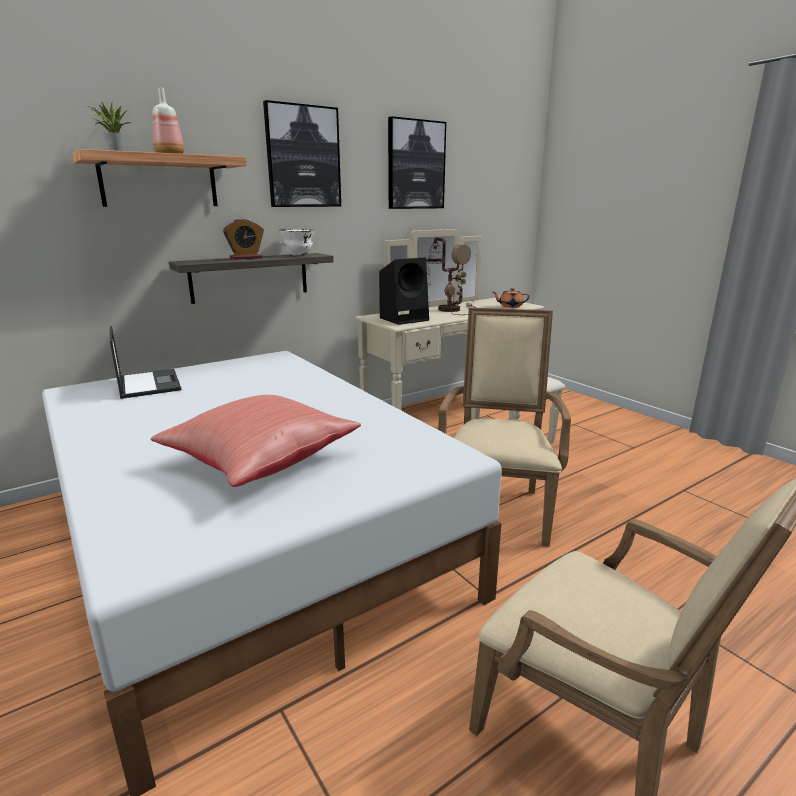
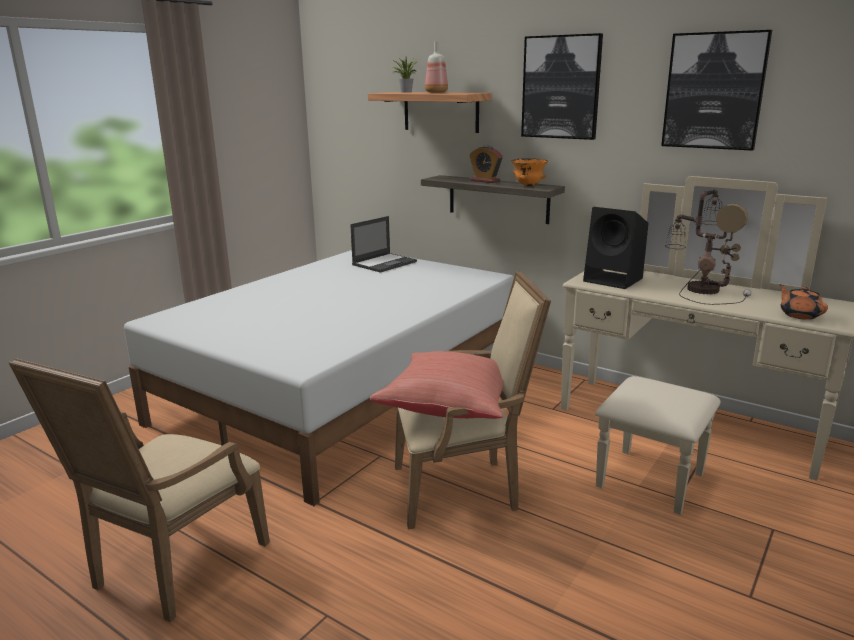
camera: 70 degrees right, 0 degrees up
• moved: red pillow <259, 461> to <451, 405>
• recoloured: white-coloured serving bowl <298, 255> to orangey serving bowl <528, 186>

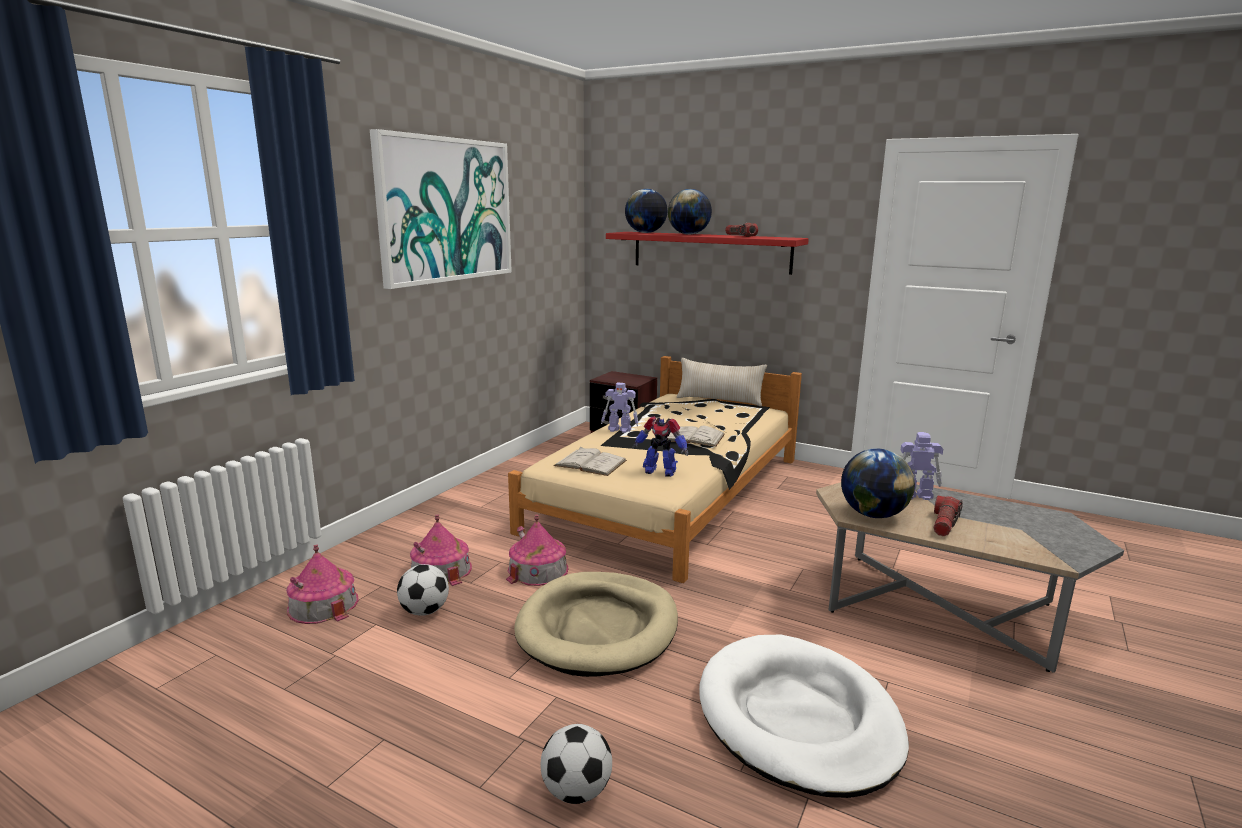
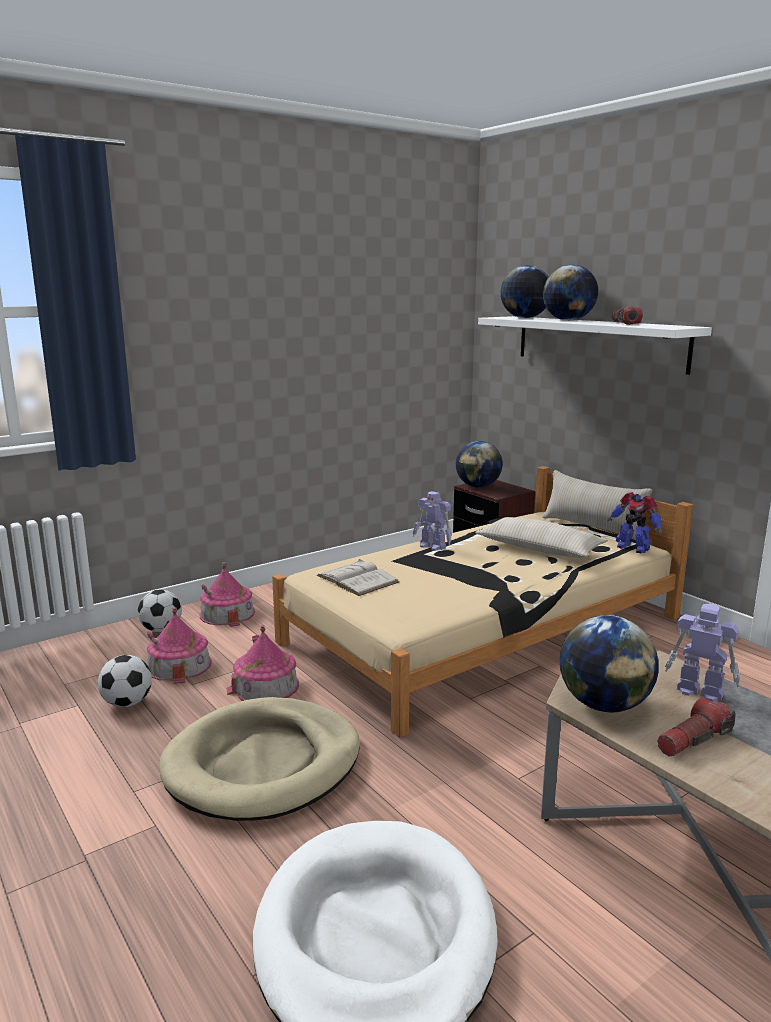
camera: 25 degrees right, 0 degrees up
• moved: football <576, 791> to <161, 629>
• moved: toy house <323, 604> to <227, 613>
• added: globe <478, 486>
• added: beige-coloured pillow <539, 549>
• recoloured: red bracket shelf <710, 252> to white-coloured bracket shelf <598, 342>
• moved: toy robot <660, 471> to <633, 548>
• removed: wall art <446, 210>
• removed: white-coloured volume <694, 437>

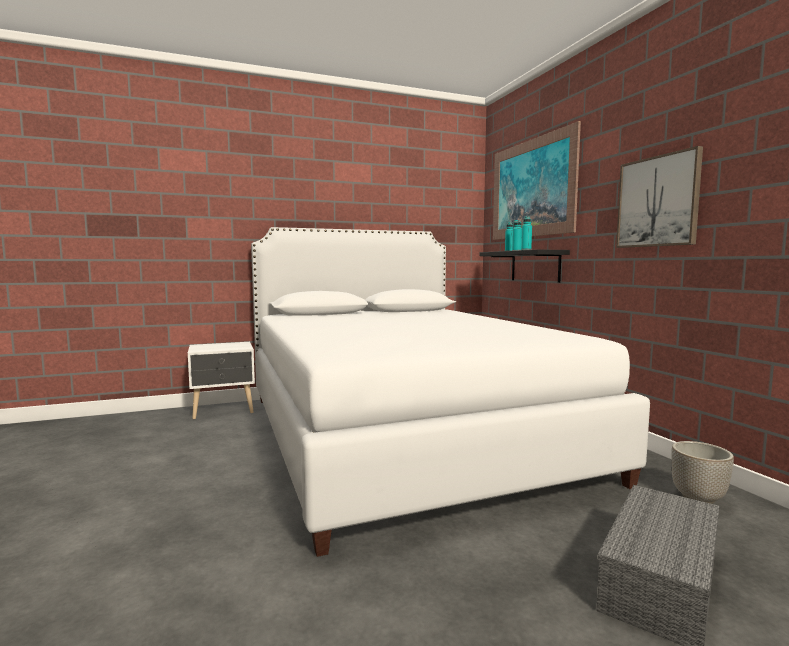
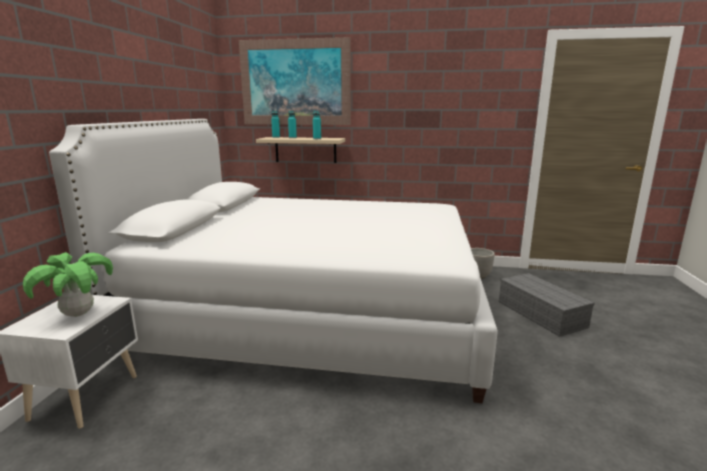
camera: 60 degrees left, 10 degrees up
• added: potted plant <77, 314>
• recoloured: black-coloured bracket shelf <535, 266> to beige-coloured bracket shelf <305, 150>
• removed: wall art <658, 201>

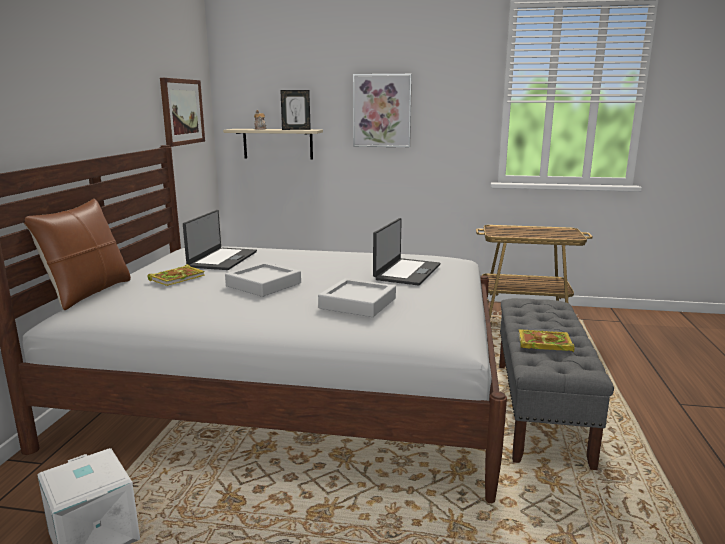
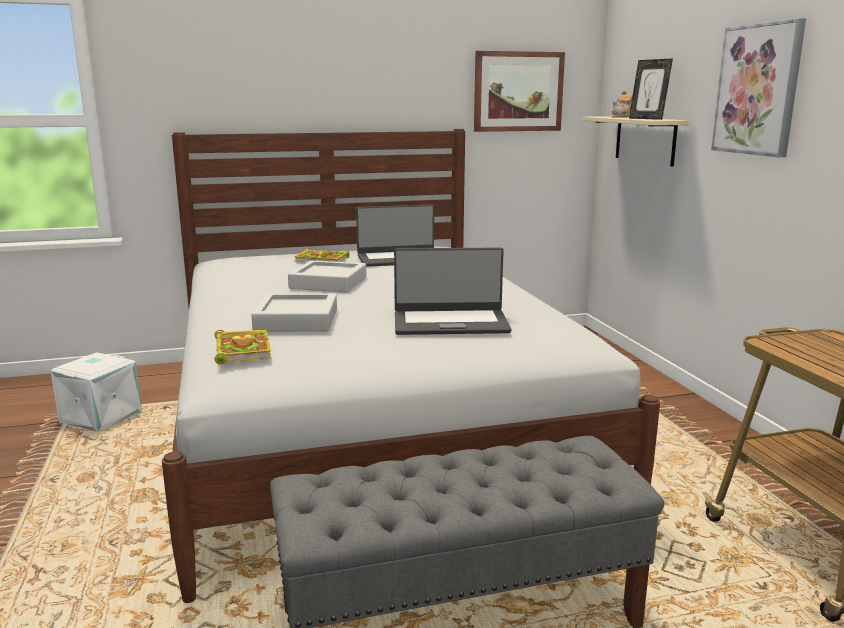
camera: 65 degrees right, 0 degrees up
• moved: volume <543, 343> to <242, 349>
• removed: brown pillow <87, 293>

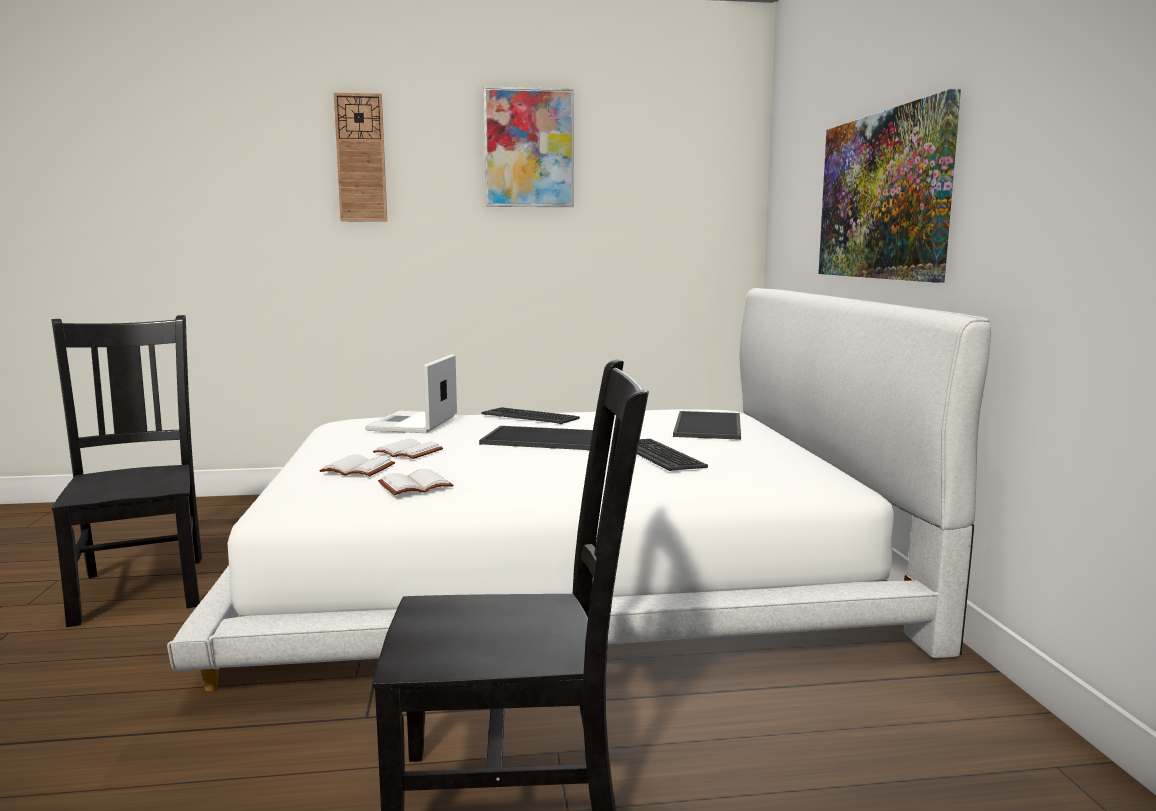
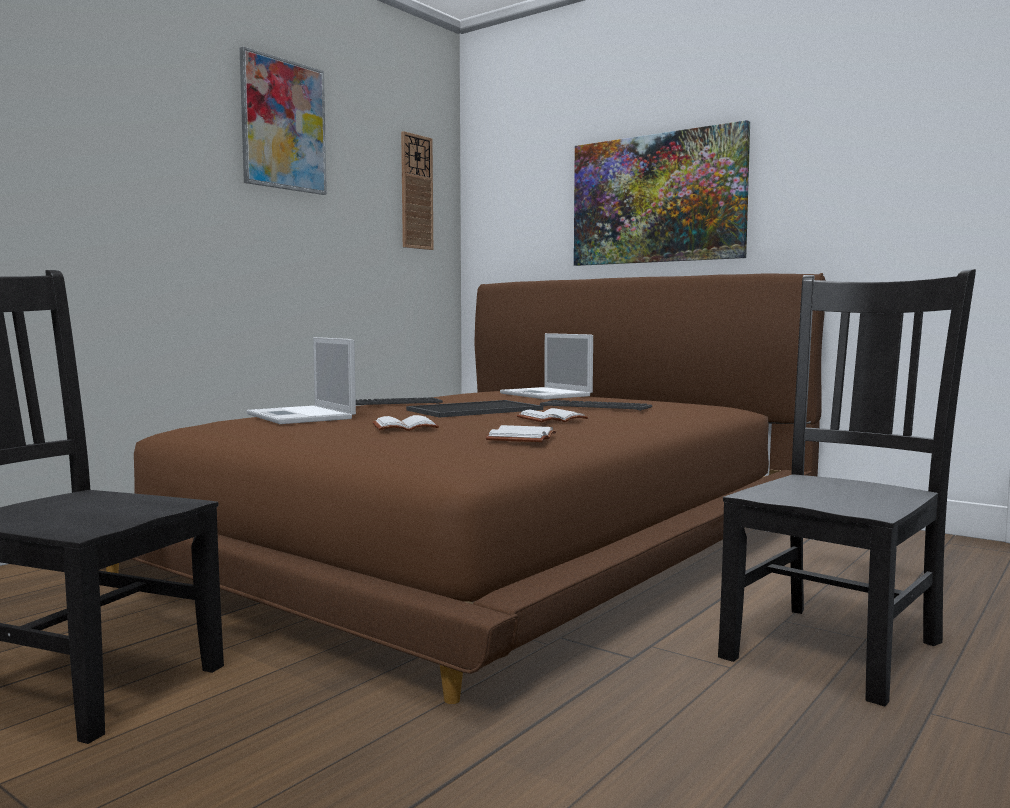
camera: 45 degrees left, 5 degrees down
• recoloured: white-coloured bed <566, 567> to brown bed <493, 540>
• moved: clock on the wall <361, 158> to <416, 192>
• replaced: serving tray <709, 426> to notebook computer <547, 394>
• moved: white-coloured volume <356, 469> to <552, 419>

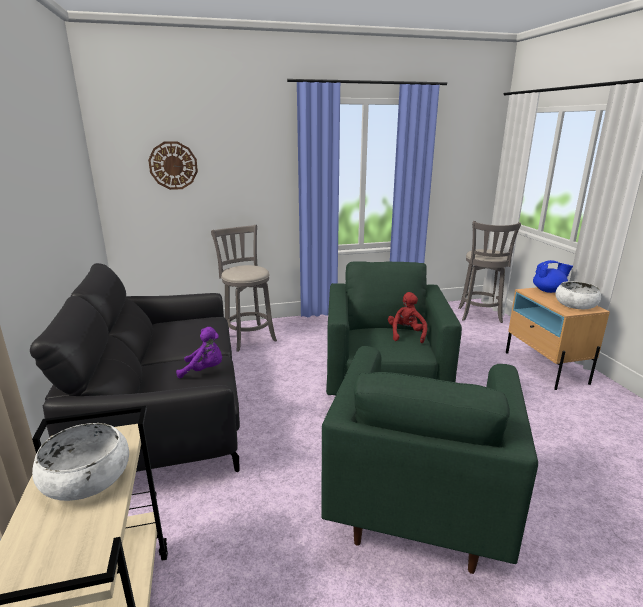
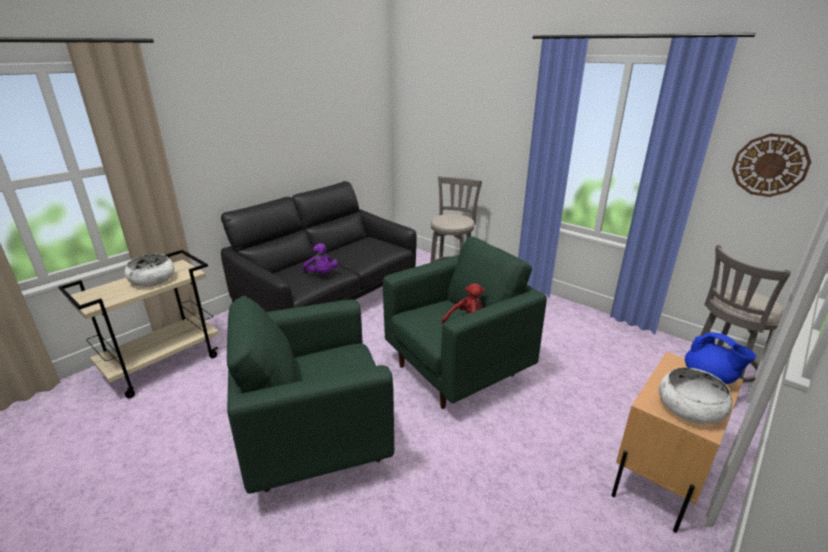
camera: 55 degrees right, 5 degrees up
• moved: clock on the wall <173, 165> to <770, 165>

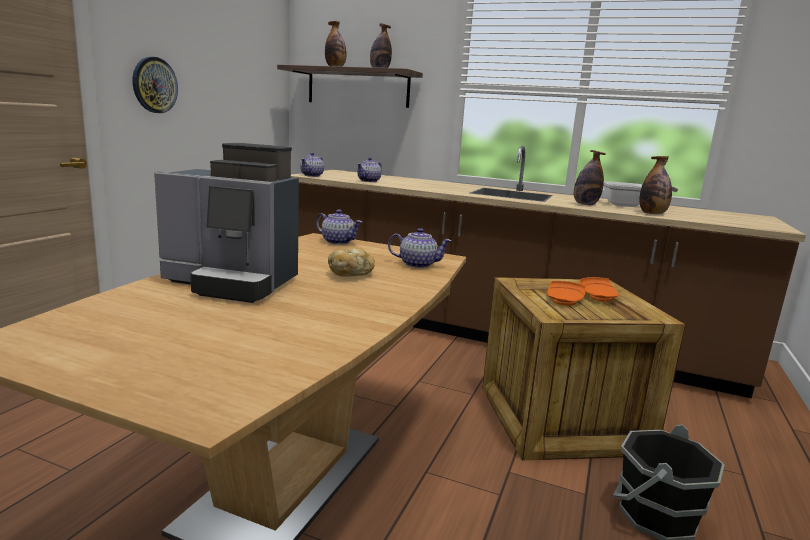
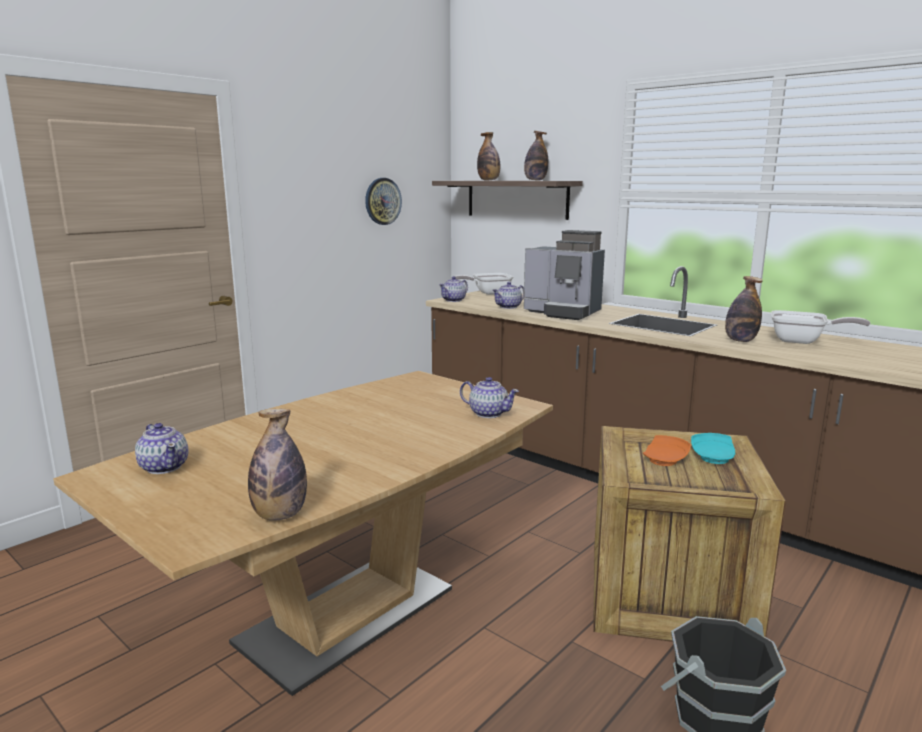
camera: 20 degrees right, 0 degrees up
• moved: pot for tea <338, 242> to <164, 467>
• moved: beverage bottle <652, 214> to <280, 515>
• moved: clock on the wall <154, 85> to <382, 201>
• added: pan <488, 293>
• moved: coffee maker <233, 283> to <563, 313>
• recoloured: orangey plate <599, 297> to blue-green plate <713, 457>
• removed: baked bread <351, 274>

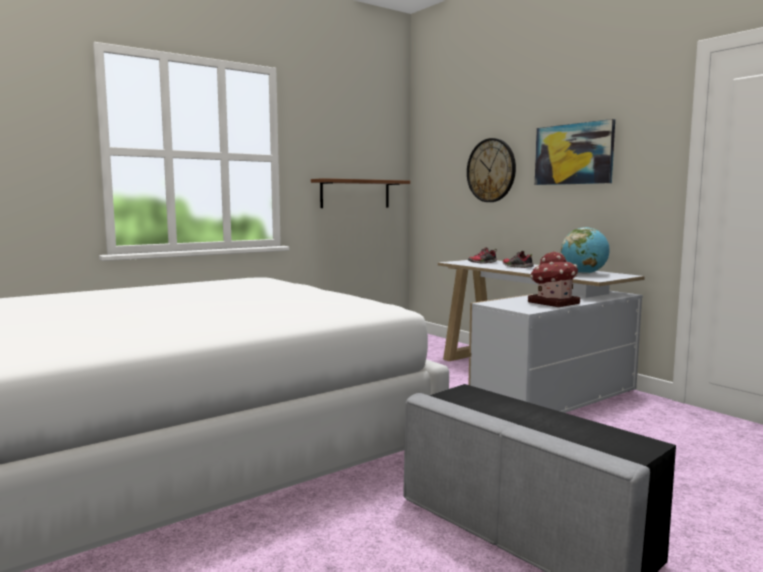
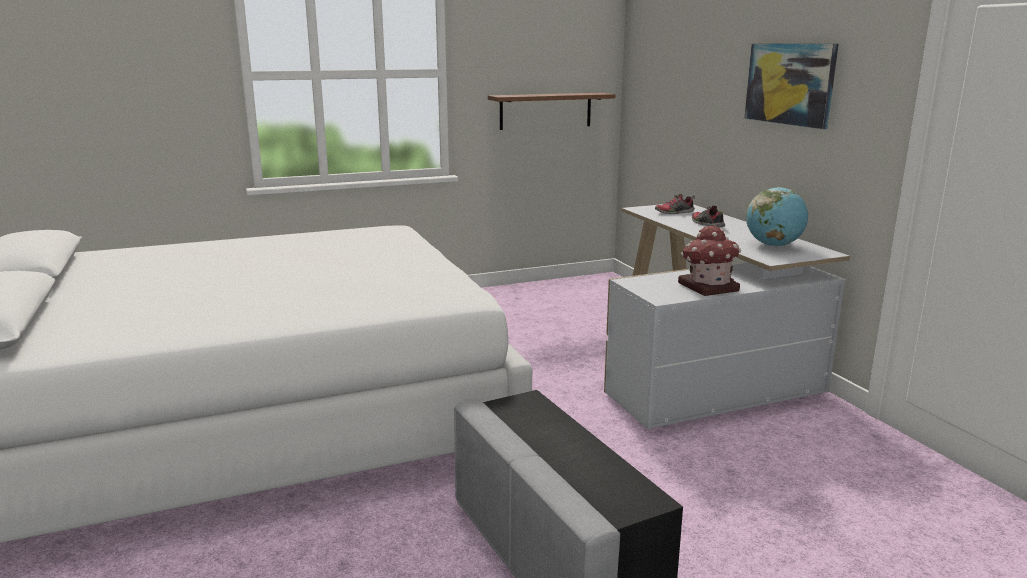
camera: 15 degrees right, 10 degrees up
• removed: clock on the wall <491, 170>

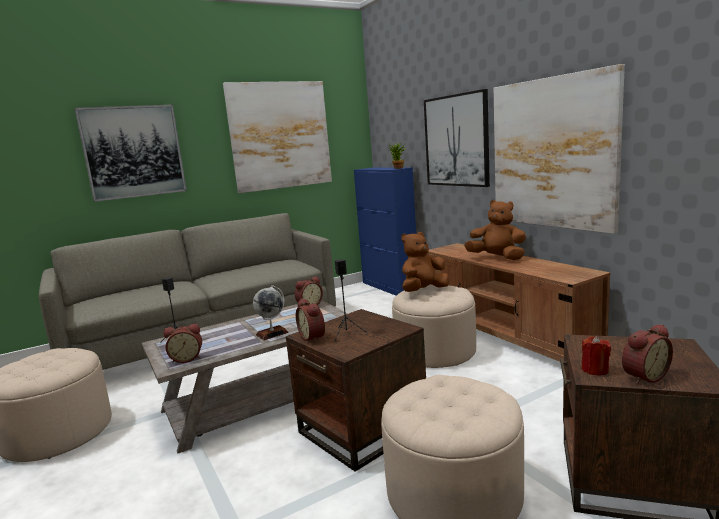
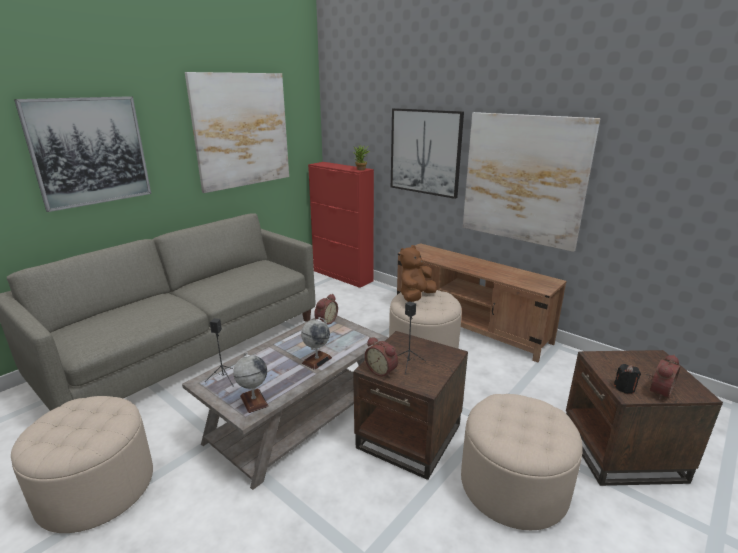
camera: 20 degrees left, 10 degrees up
• replaced: alarm clock <187, 358> to globe <254, 401>
• recoloured: blue storage cabinet <390, 287> to red storage cabinet <342, 276>
• recoloured: red wax light <594, 370> to black-coloured wax light <624, 388>
• removed: brown cuddly toy <497, 258>

